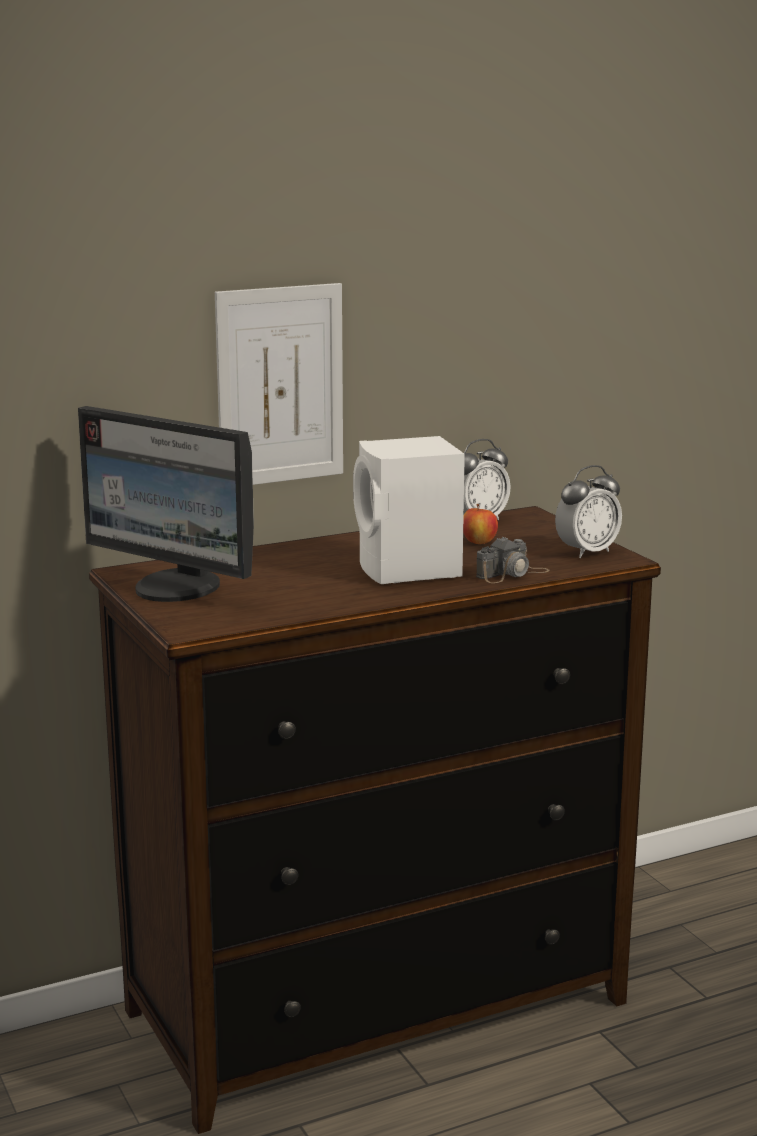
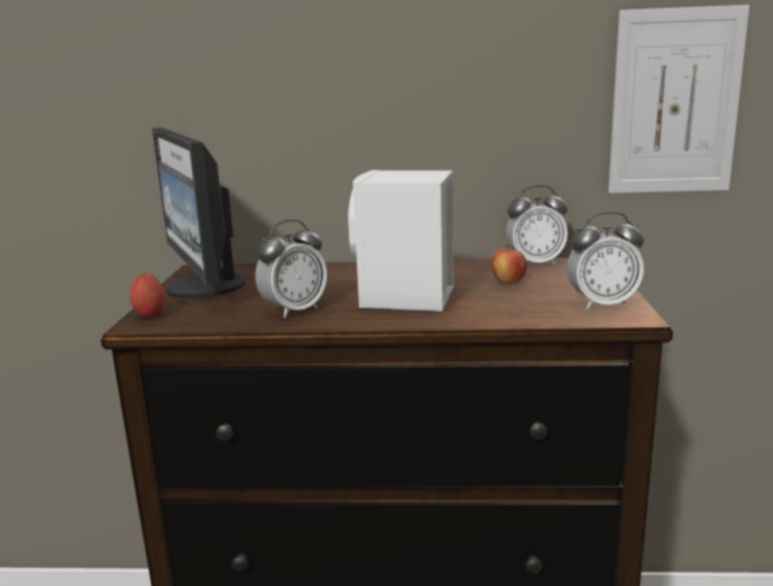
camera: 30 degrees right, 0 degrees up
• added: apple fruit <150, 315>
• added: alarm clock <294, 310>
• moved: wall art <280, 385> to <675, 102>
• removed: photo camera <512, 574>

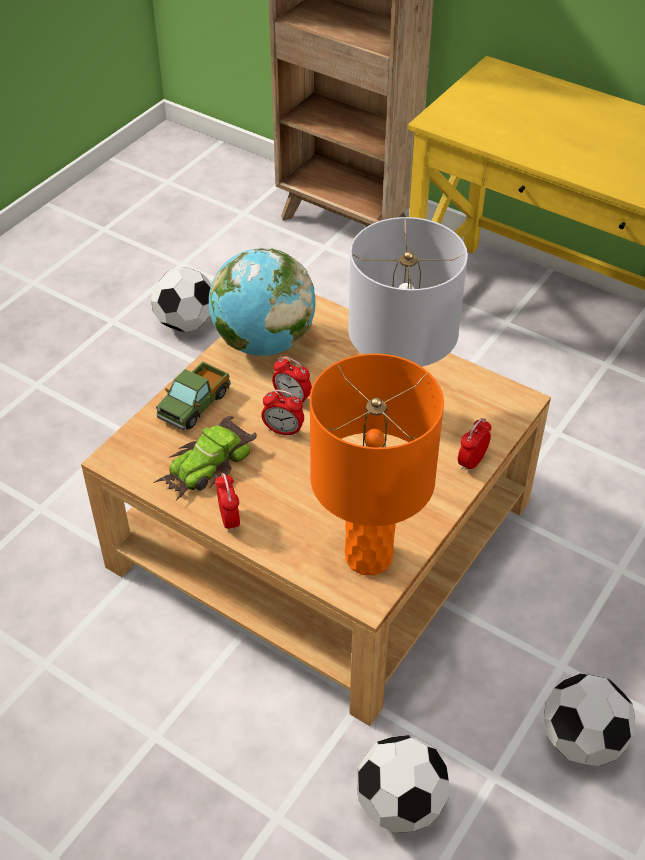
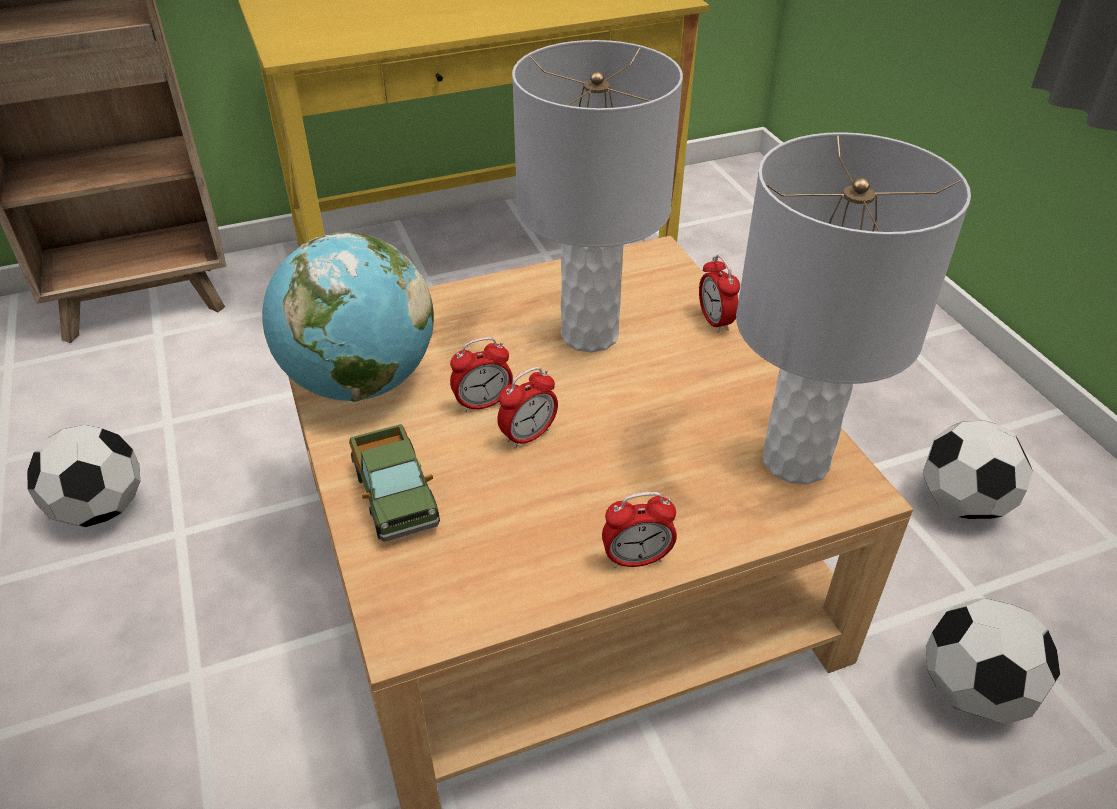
camera: 55 degrees left, 5 degrees down
• turned: alarm clock <229, 520> = <636, 559> 150 degrees clockwise
• recoloured: orangey tabletop lamp <369, 557> to greyish tabletop lamp <797, 460>
• removed: miniature car <207, 466>

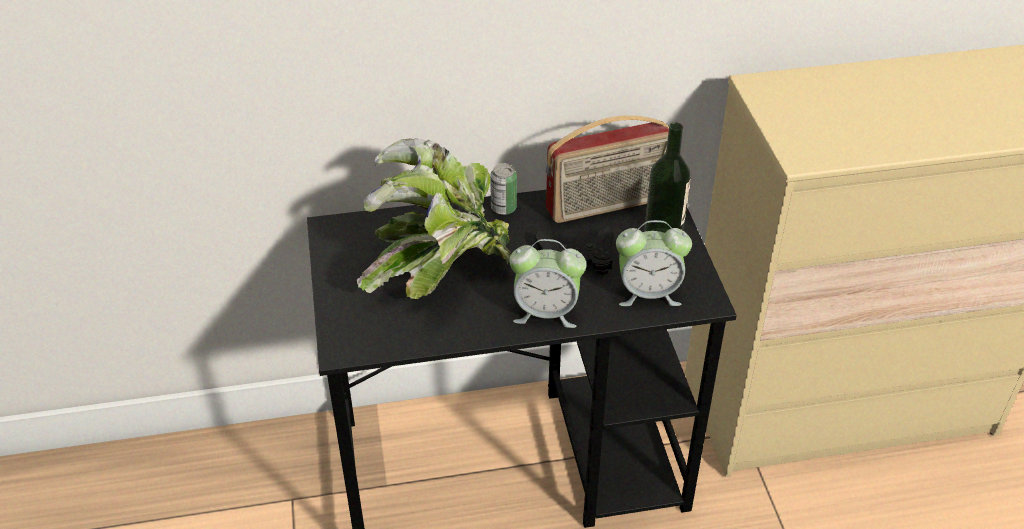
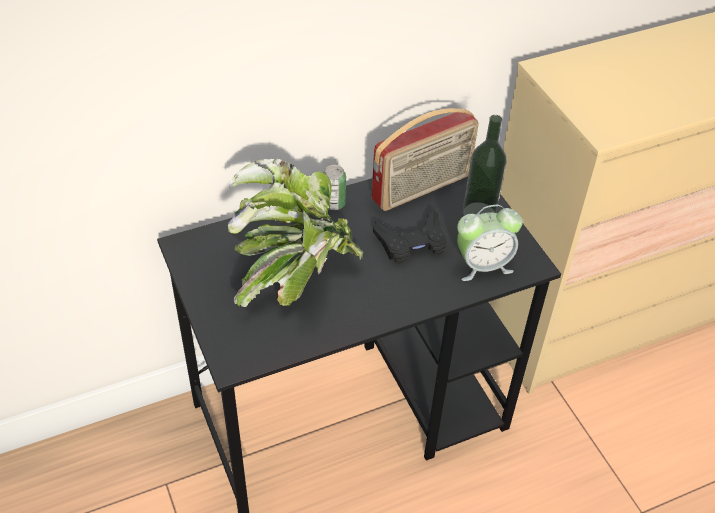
camera: 15 degrees left, 5 degrees up
• removed: alarm clock <546, 312>

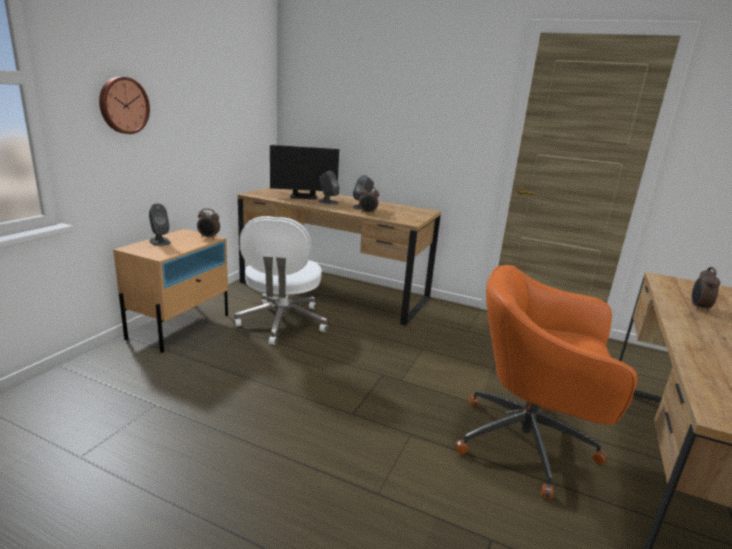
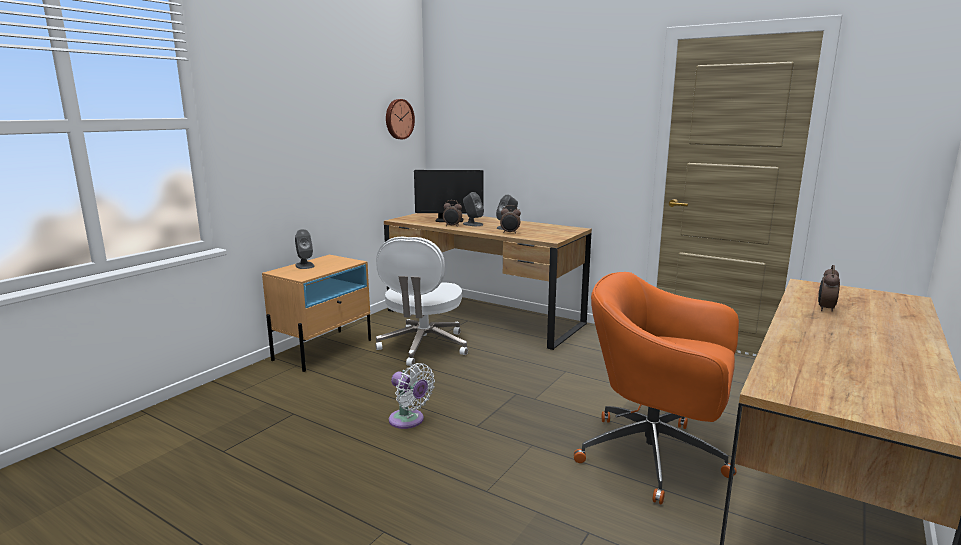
camera: 10 degrees right, 5 degrees down
• moved: clock on the wall <123, 105> to <398, 119>
• added: white-coloured cooling fan <409, 421>
• moved: alarm clock <209, 237> to <452, 226>

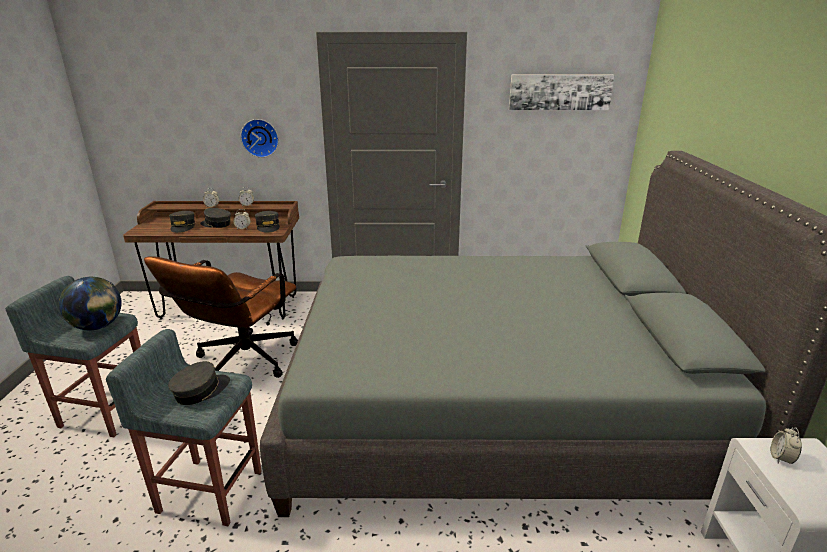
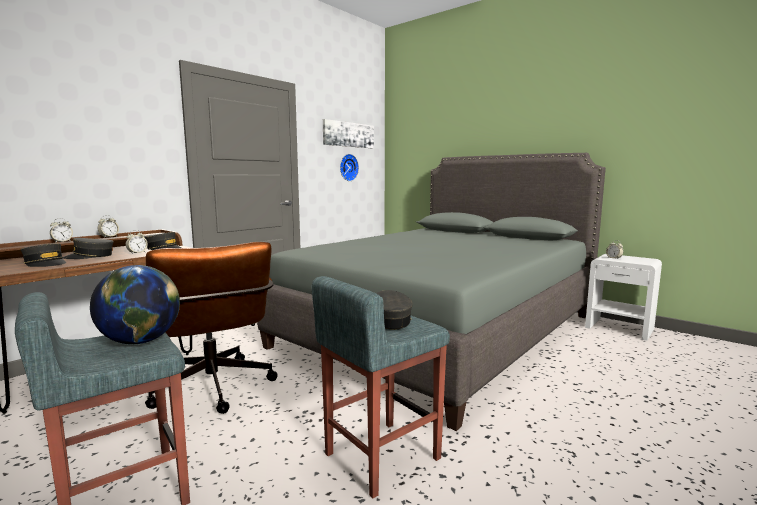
camera: 50 degrees left, 15 degrees down
• moved: clock on the wall <260, 138> to <347, 167>

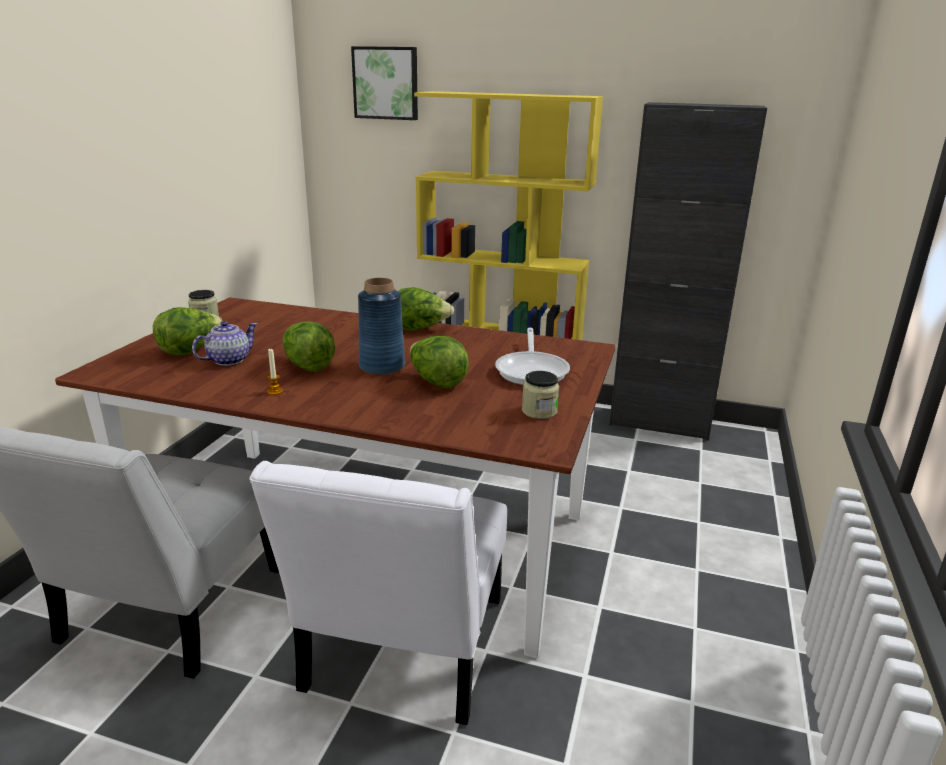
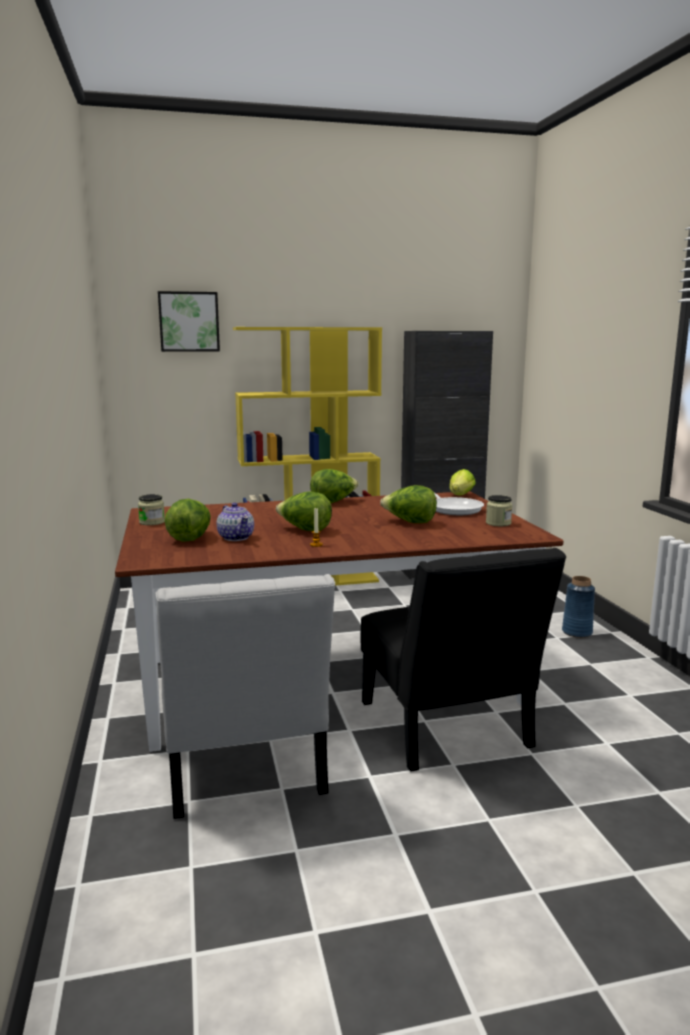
camera: 30 degrees left, 10 degrees down
• turned: pot for tea <228, 360> = <236, 537> 135 degrees clockwise
• recoloured: white-coloured chair <401, 652> to black-coloured chair <447, 730>
• added: lettuce <460, 496>
• moved: blue vase <381, 366> to <576, 632>

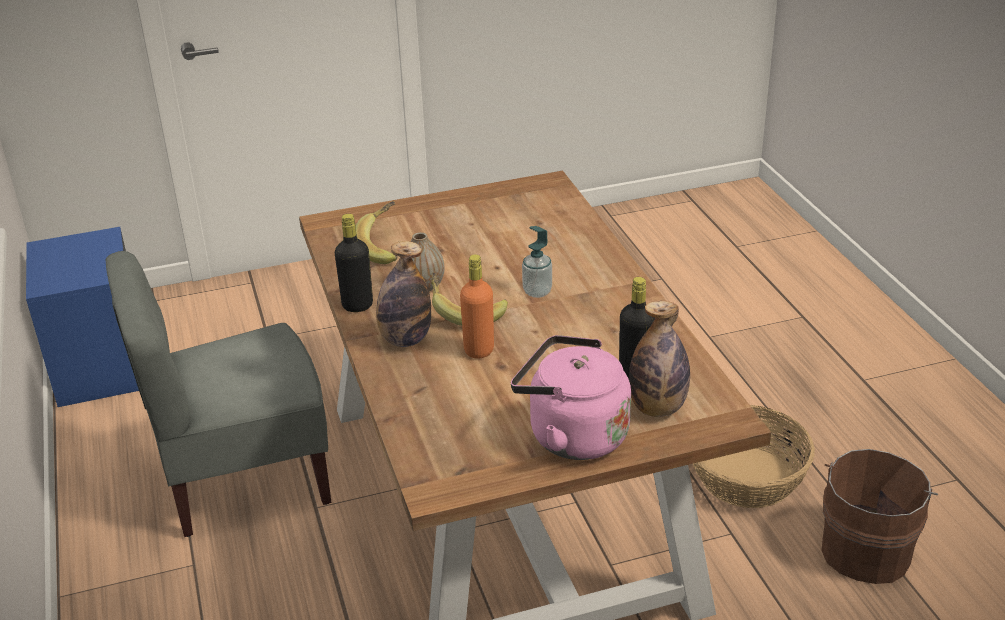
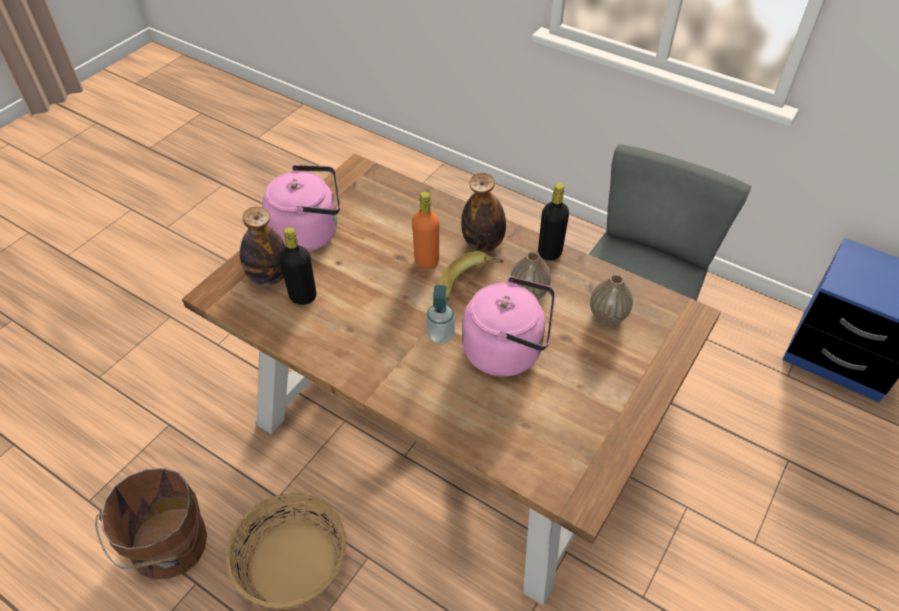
camera: 140 degrees right, 15 degrees up
• added: pink-coloured water kettle <507, 351>
• replaced: banana fruit <385, 247> to vase <608, 316>

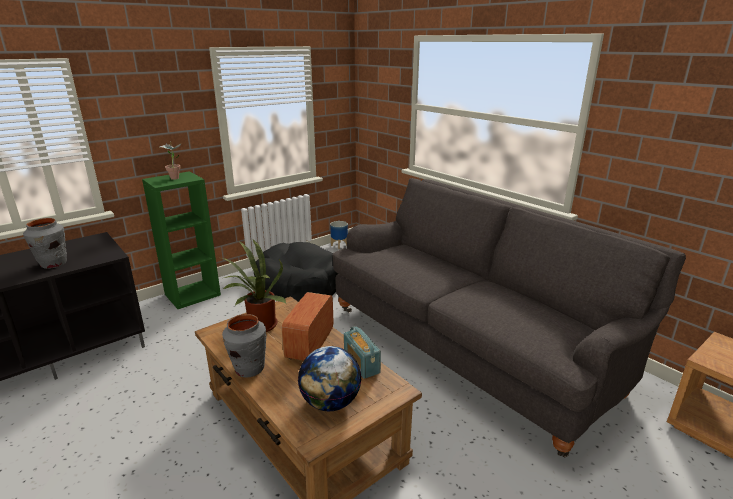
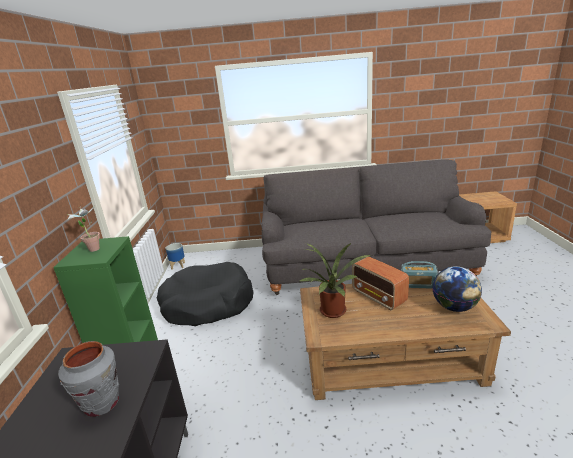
camera: 50 degrees left, 0 degrees up
• removed: greyish vase <249, 369>

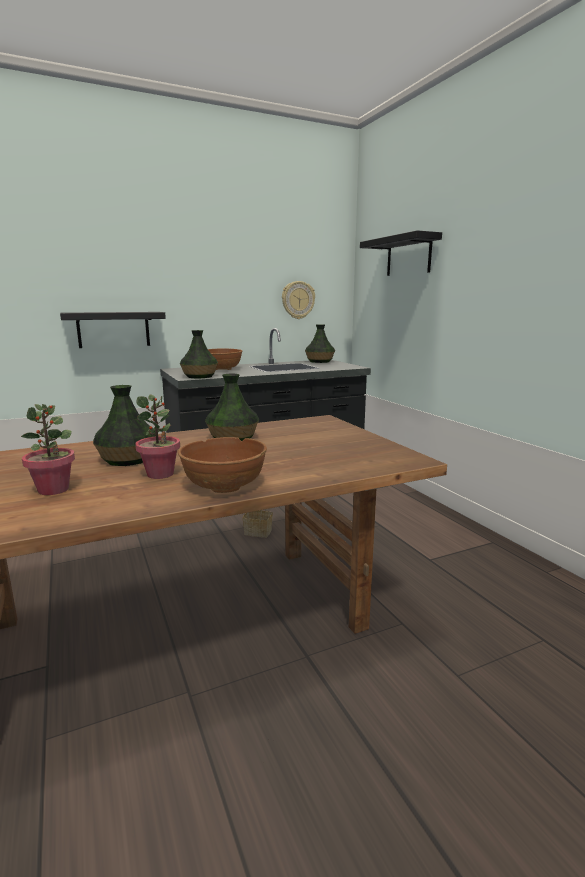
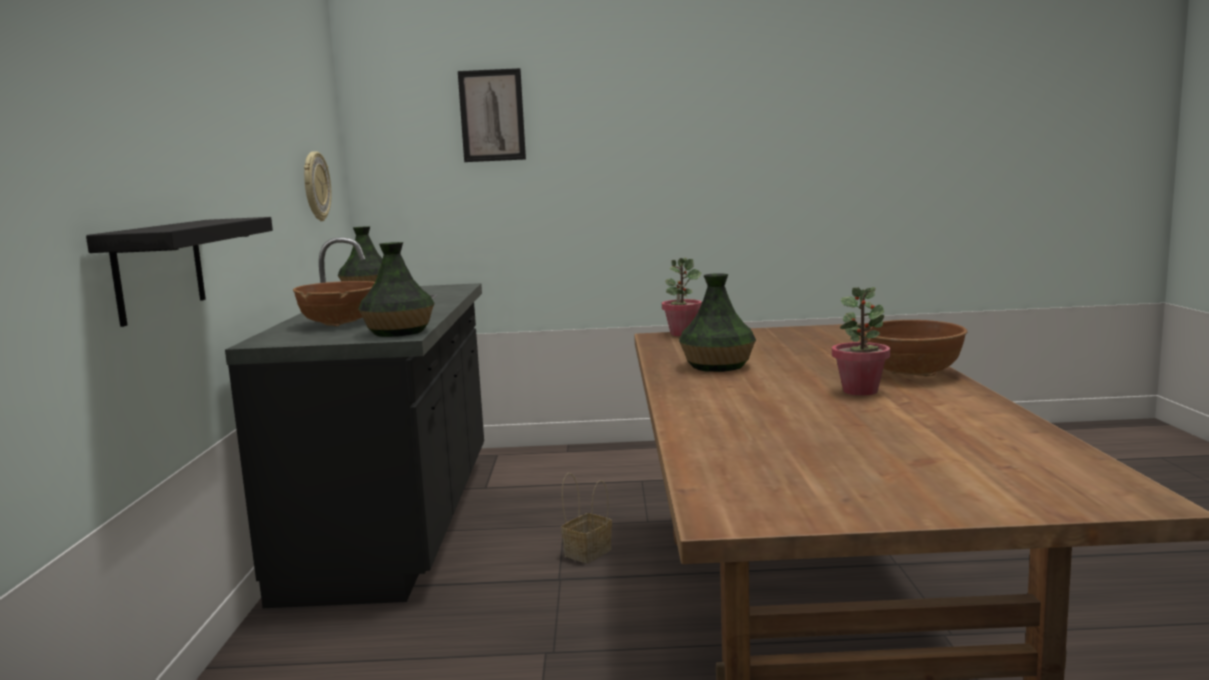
camera: 65 degrees left, 5 degrees down
• replaced: black-coloured bracket shelf <408, 256> to wall art <492, 115>
• moved: potted plant <54, 489> to <682, 334>
• removed: vase <127, 459>

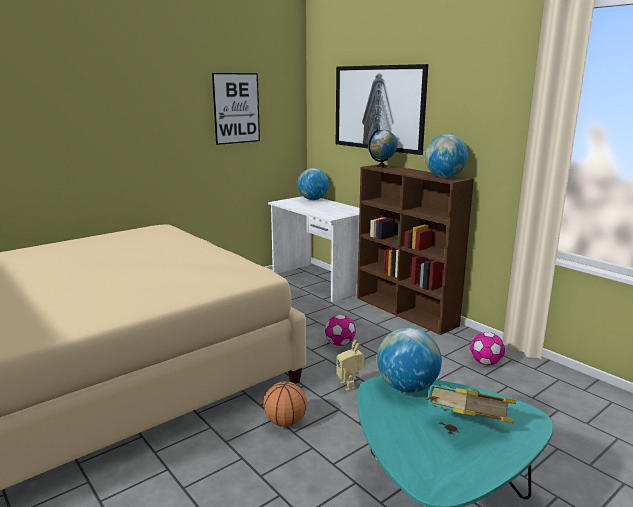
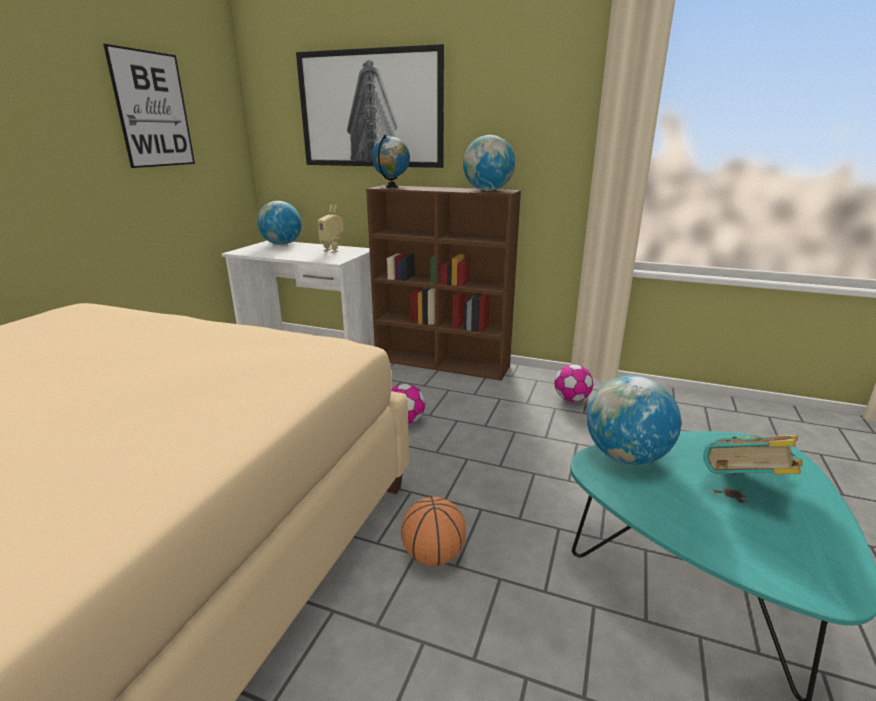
camera: 30 degrees left, 5 degrees up
• moved: toy robot <350, 385> to <333, 250>

